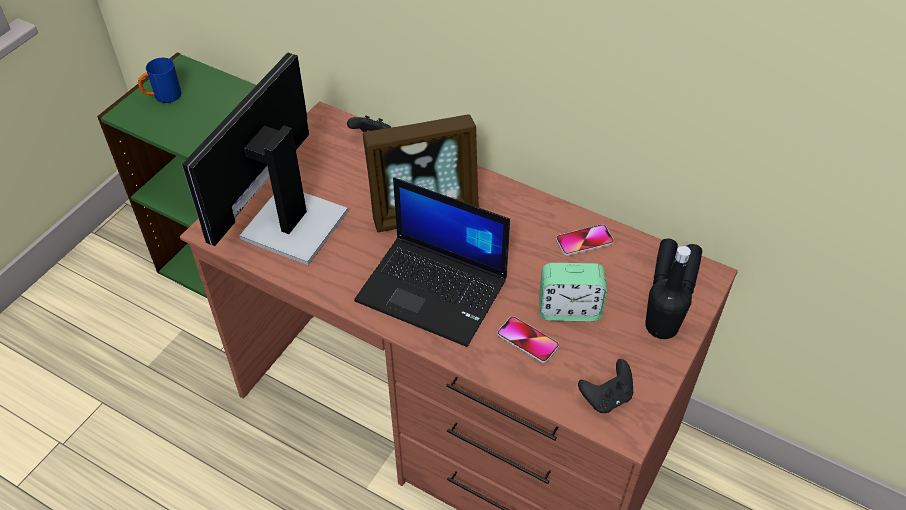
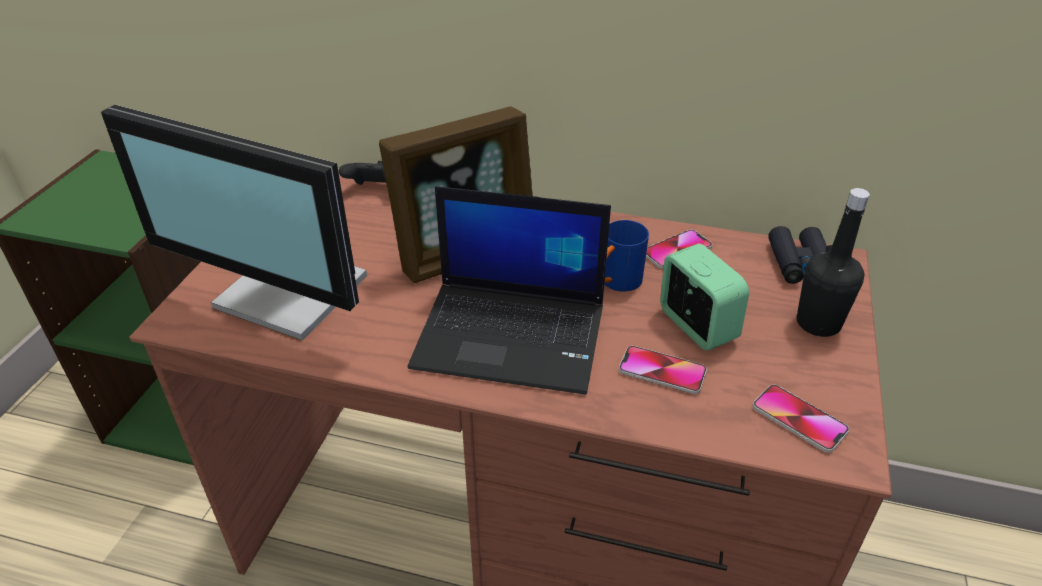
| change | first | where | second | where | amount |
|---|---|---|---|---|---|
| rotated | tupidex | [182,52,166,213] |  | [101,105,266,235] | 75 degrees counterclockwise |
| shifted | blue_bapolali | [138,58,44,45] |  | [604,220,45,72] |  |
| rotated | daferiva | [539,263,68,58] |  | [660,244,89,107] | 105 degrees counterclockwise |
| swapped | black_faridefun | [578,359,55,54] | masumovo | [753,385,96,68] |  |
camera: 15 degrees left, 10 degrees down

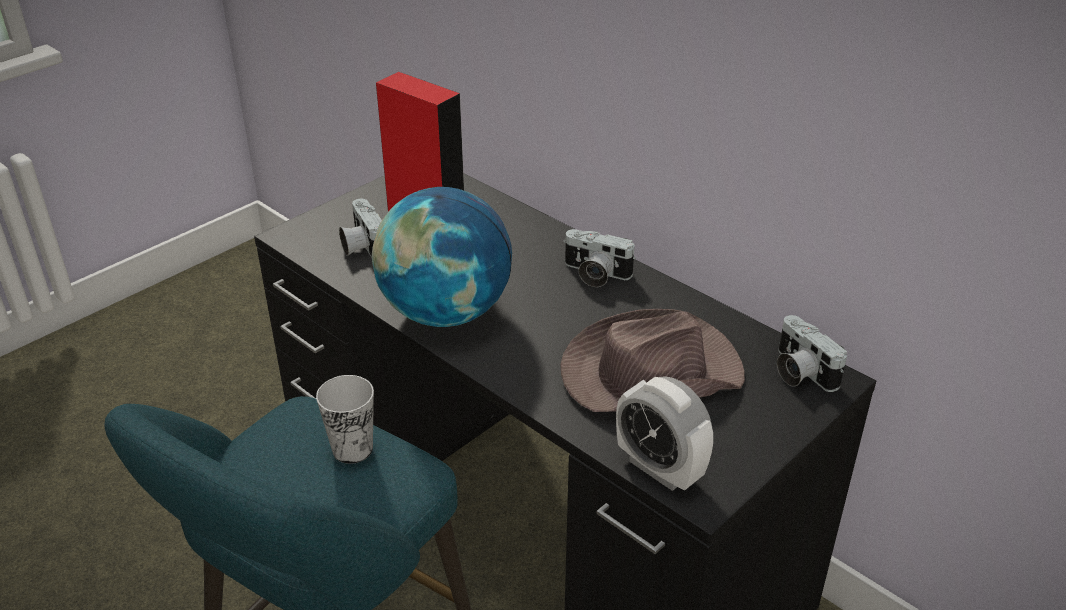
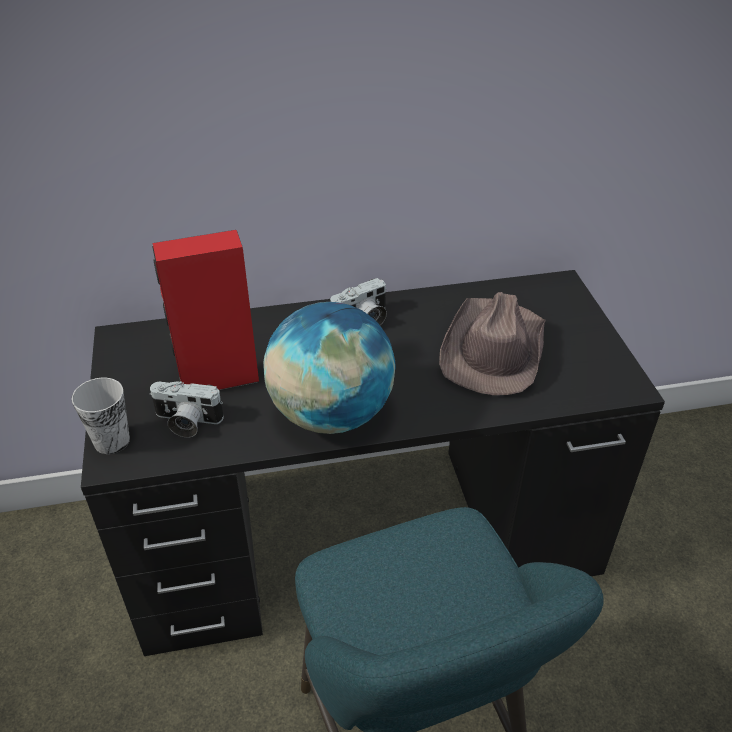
| change | first | where | second | where | amount |
|---|---|---|---|---|---|
| gone | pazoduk | [777,315,70,77] |  |  |  |
| shifted | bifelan | [316,375,58,89] |  | [71,378,59,76] |  |
| gone | daferiva | [616,376,97,115] |  |  |  |
camera: 55 degrees left, 5 degrees up

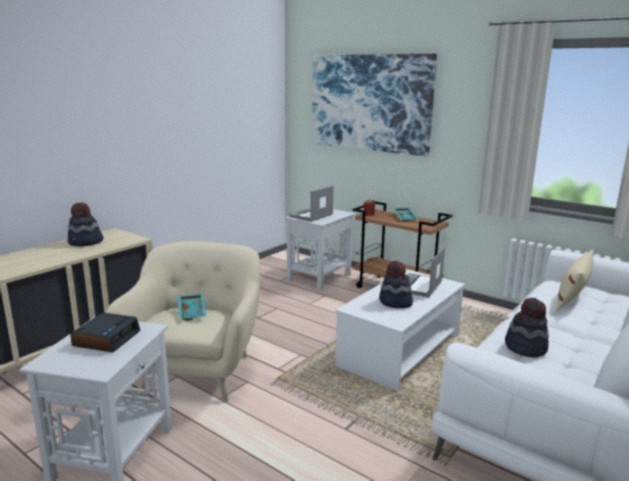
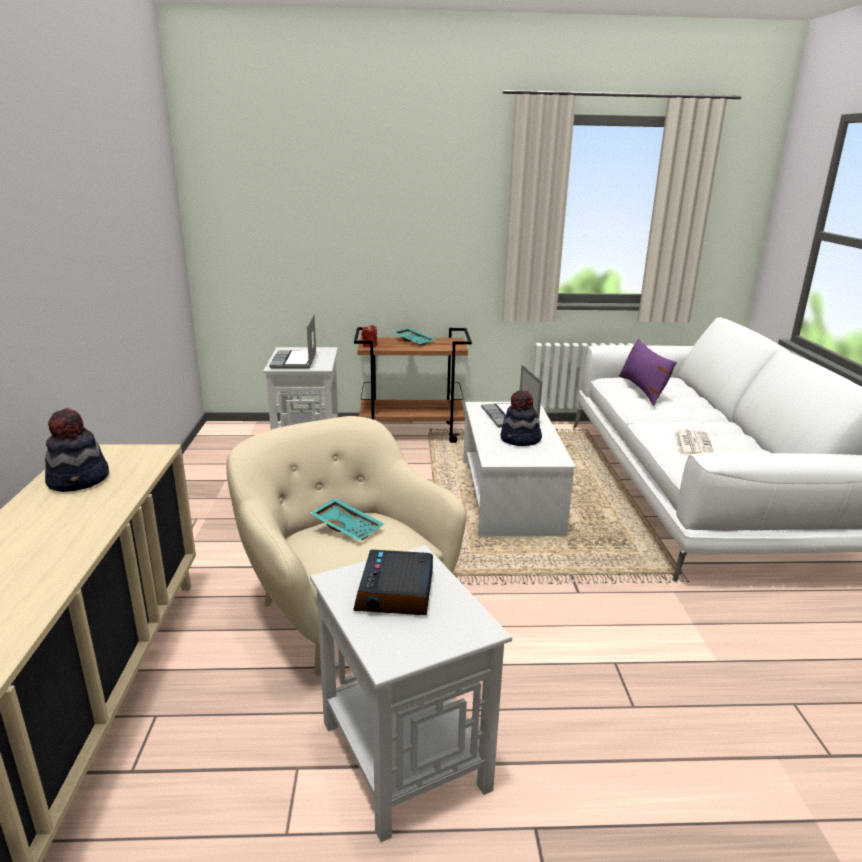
| change | first | where | second | where | amount |
|---|---|---|---|---|---|
| gone | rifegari | [312,54,125,102] |  |  |  |
| repainted | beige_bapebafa | [556,250,38,62] | purple_bapebafa | [619,338,58,68] |  |
| swapped | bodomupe | [505,298,44,60] | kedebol | [675,429,39,27] |  |
| rotated | daferiva | [70,313,70,39] |  | [353,549,80,66] | 150 degrees counterclockwise |
camera: 40 degrees left, 5 degrees up

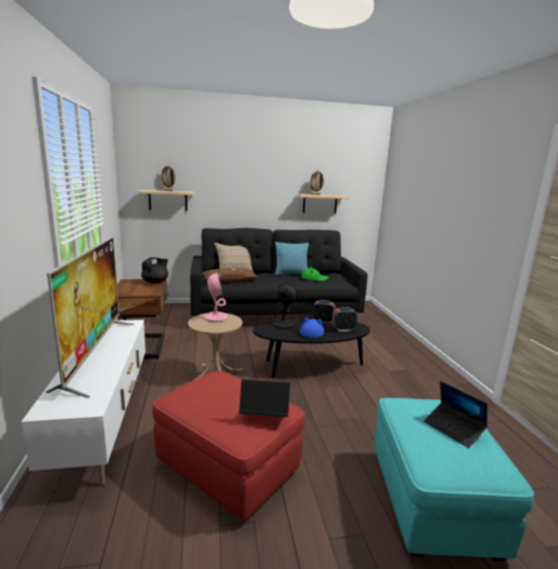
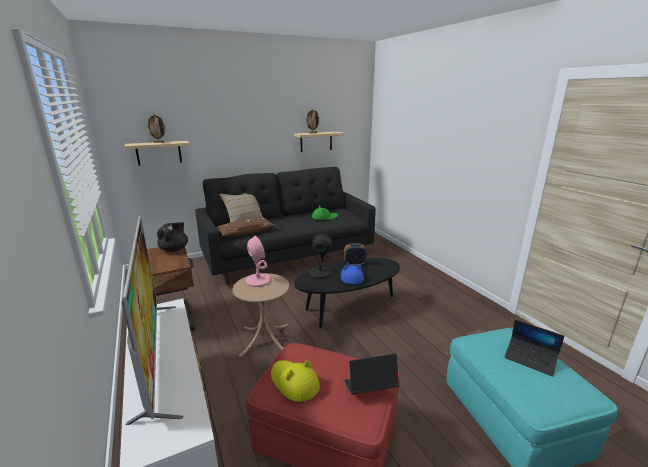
| change | first | where | second | where | amount |
|---|---|---|---|---|---|
| gone | turquoise_bapebafa | [275,242,34,33] |  |  |  |
| gone | daferiva | [332,307,26,25] |  |  |  |
| new |  |  | yellow_bodomupe | [271,360,49,42] |  |
camera: 15 degrees left, 5 degrees up

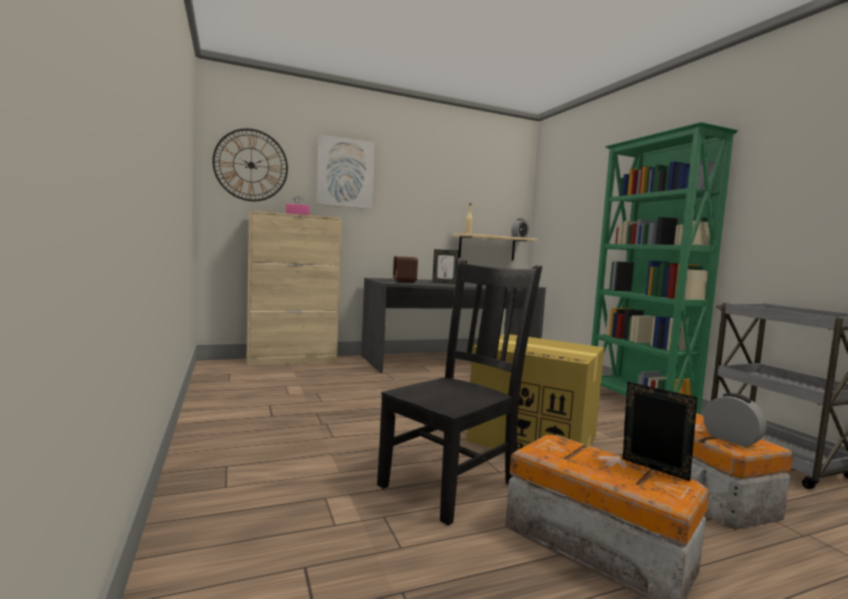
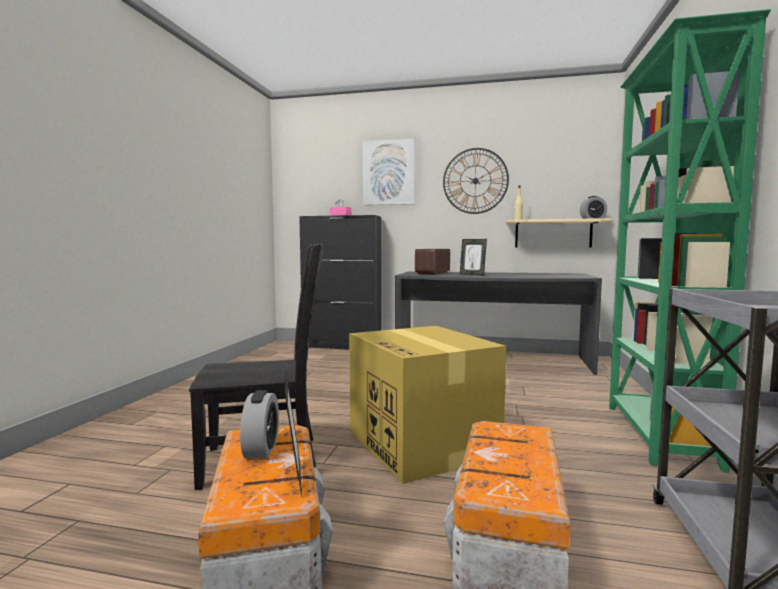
| change | first | where | second | where | amount |
|---|---|---|---|---|---|
| shifted | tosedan | [213,128,75,73] |  | [443,148,66,66] |  |
| repainted | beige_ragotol | [247,210,95,156] | black_ragotol | [299,215,82,135] |  |
| shifted | daferiva | [703,393,64,54] |  | [240,390,39,69] |  |
camera: 35 degrees right, 0 degrees up

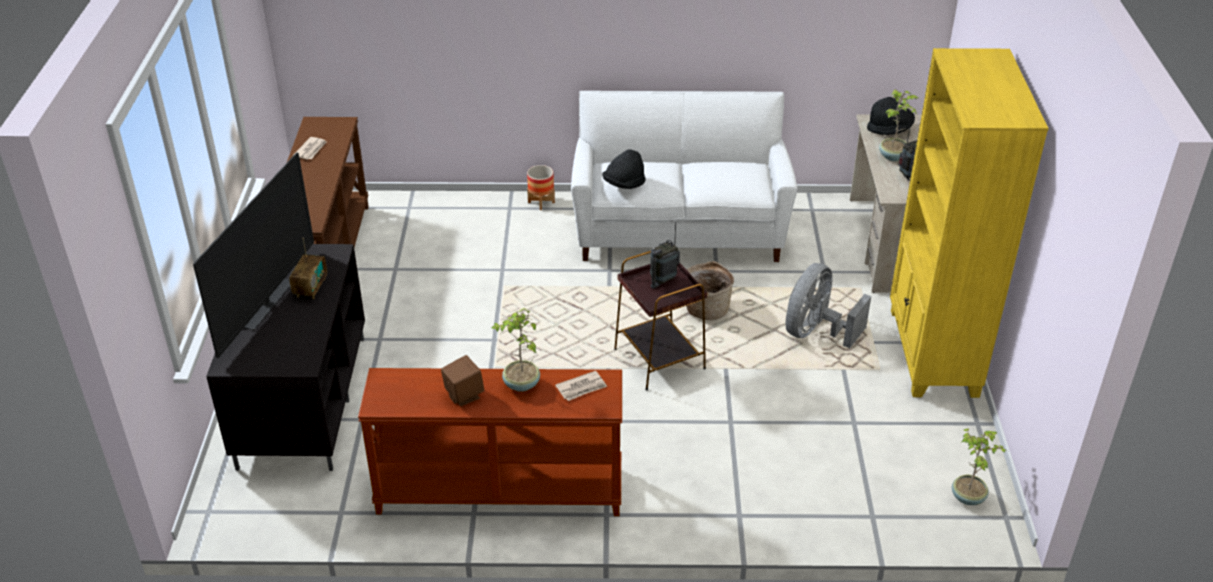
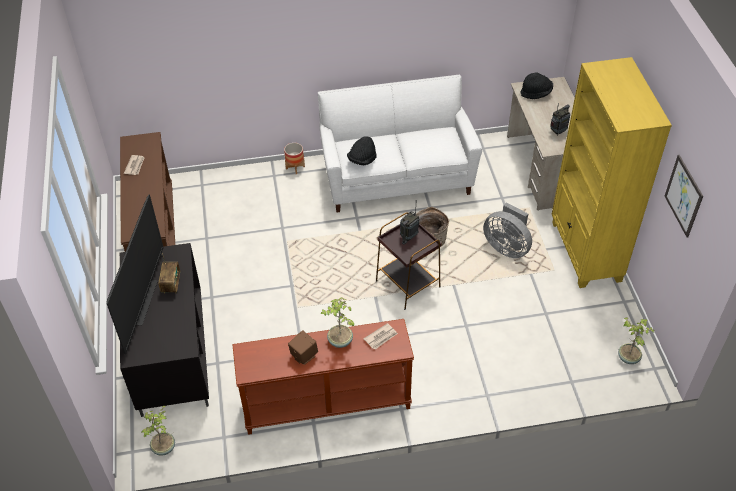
| change | first | where | second | where | amount |
|---|---|---|---|---|---|
| shifted | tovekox | [879,89,39,72] |  | [142,406,33,50] |  |
| rotated | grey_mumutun | [786,263,85,85] |  | [483,202,49,56] | 75 degrees counterclockwise |
| new |  |  | rifegari | [665,155,38,83] |  |
camera: 10 degrees left, 10 degrees up

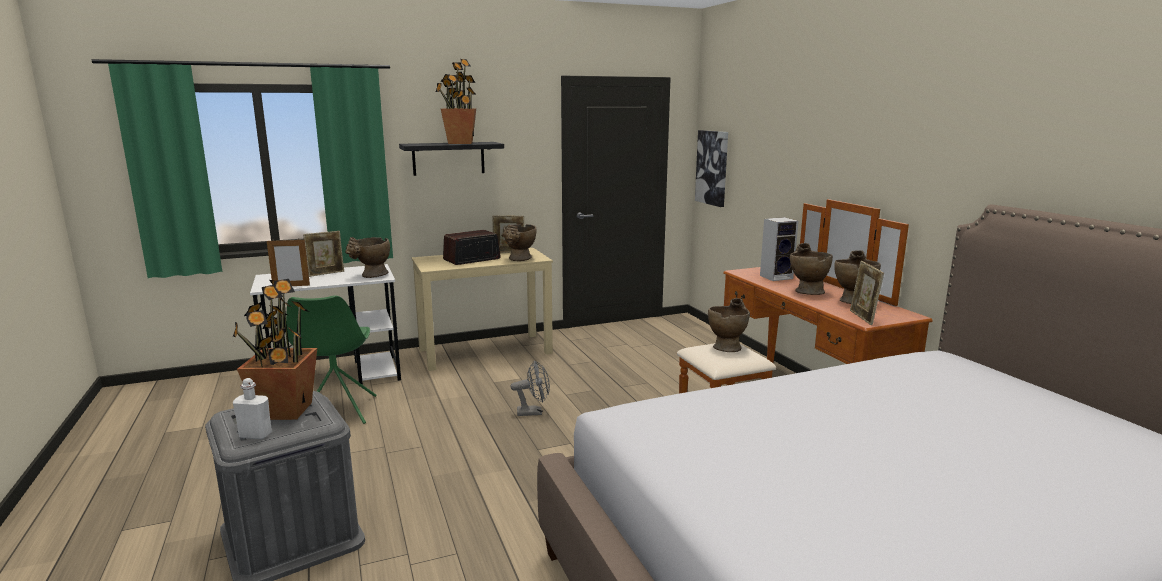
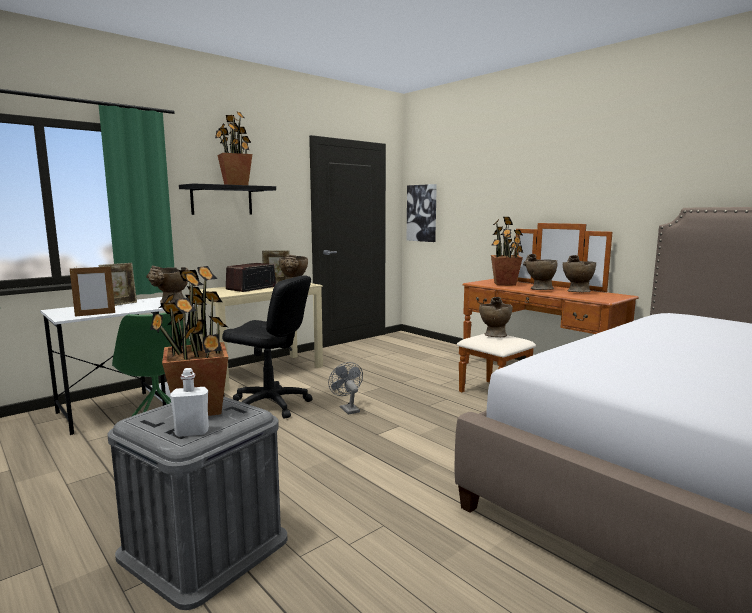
| change | first | where | second | where | amount |
|---|---|---|---|---|---|
| swapped | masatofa | [760,217,38,64] | tovekox | [491,217,32,69] |  |
| gone | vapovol | [850,261,34,64] |  |  |  |
| rotated | grey_mumutun | [510,360,40,56] |  | [328,362,35,53] | 90 degrees counterclockwise |
| new |  |  | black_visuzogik | [222,275,91,144] |  |
camera: 20 degrees left, 5 degrees down

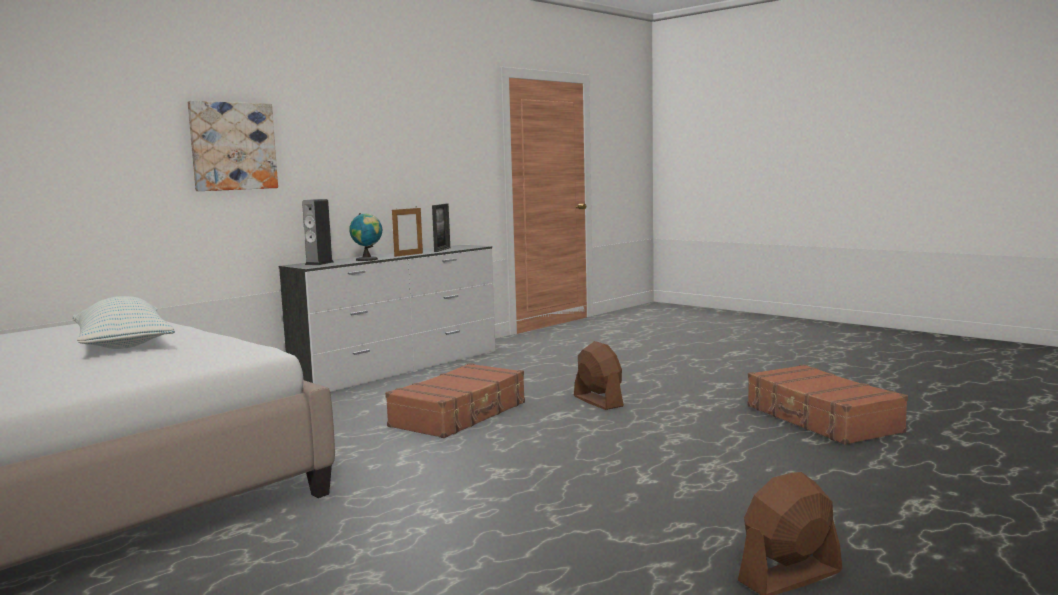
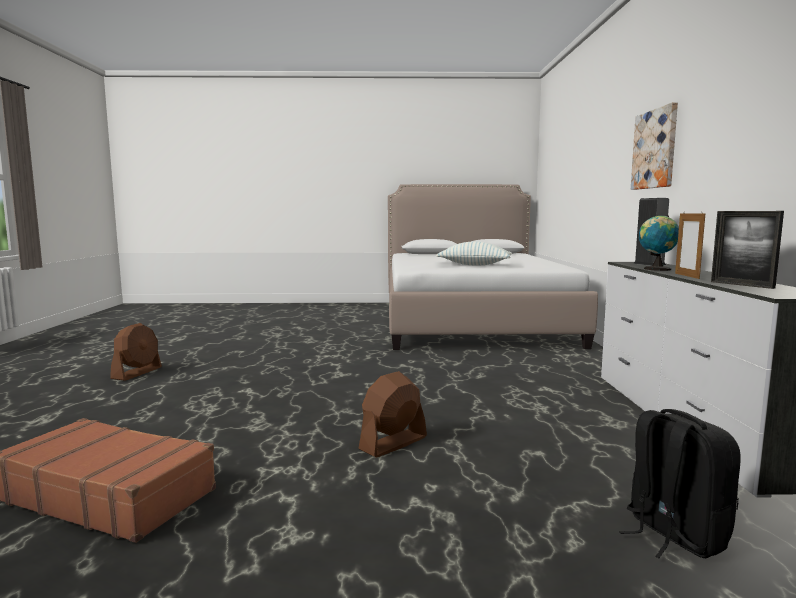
| change | first | where | second | where | amount |
|---|---|---|---|---|---|
| rotated | brown_mumutun | [574,341,50,69] |  | [358,371,69,86] | 120 degrees clockwise |
| gone | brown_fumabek | [385,363,140,75] |  |  |  |
| new |  |  | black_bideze | [619,409,122,149] |  |
camera: 135 degrees right, 0 degrees up

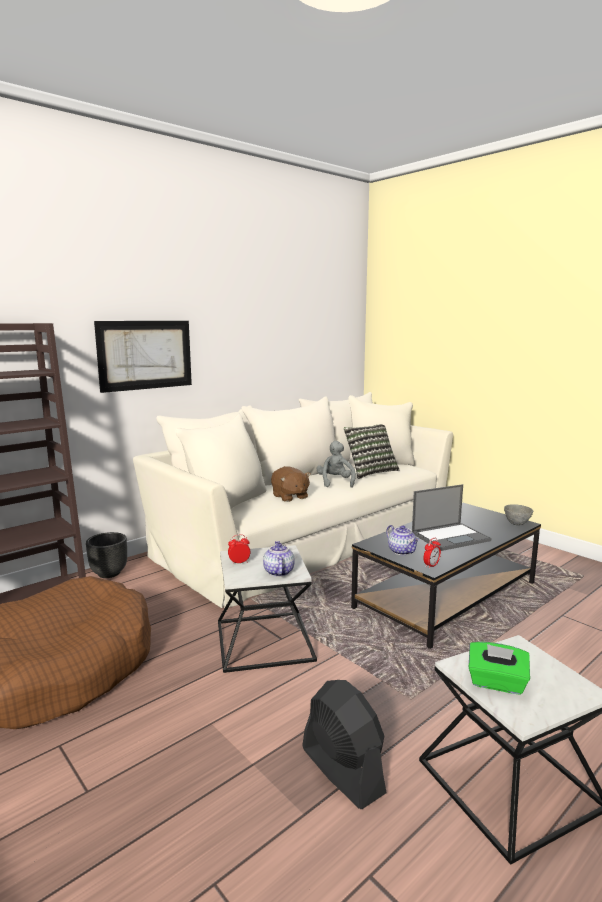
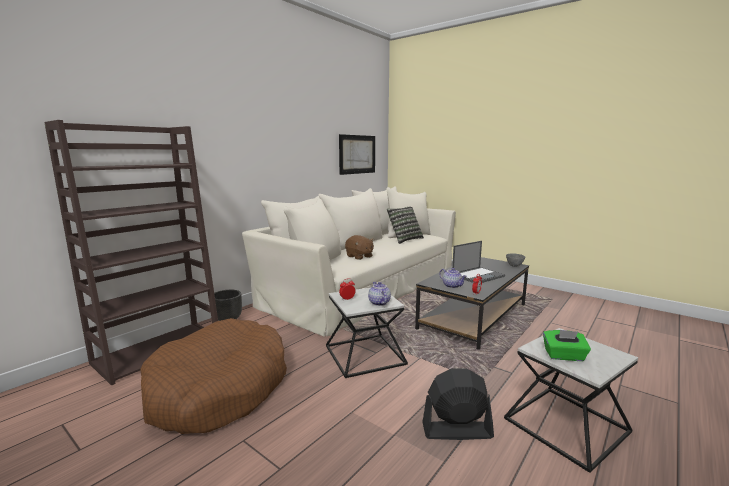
| change | first | where | second | where | amount |
|---|---|---|---|---|---|
| shifted | rifegari | [94,321,98,72] |  | [339,134,36,41] |  |
| gone | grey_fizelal | [317,441,39,47] |  |  |  |
| rotated | black_mumutun | [302,680,84,129] |  | [422,369,72,71] | 45 degrees counterclockwise |
camera: 10 degrees left, 0 degrees up

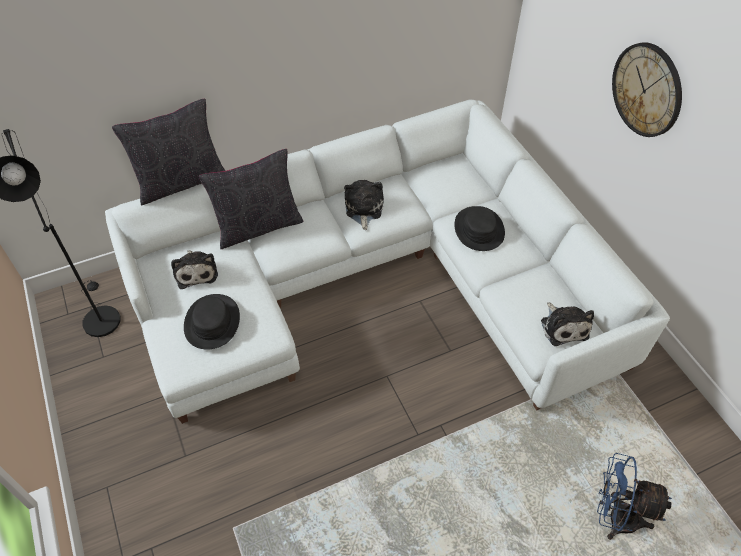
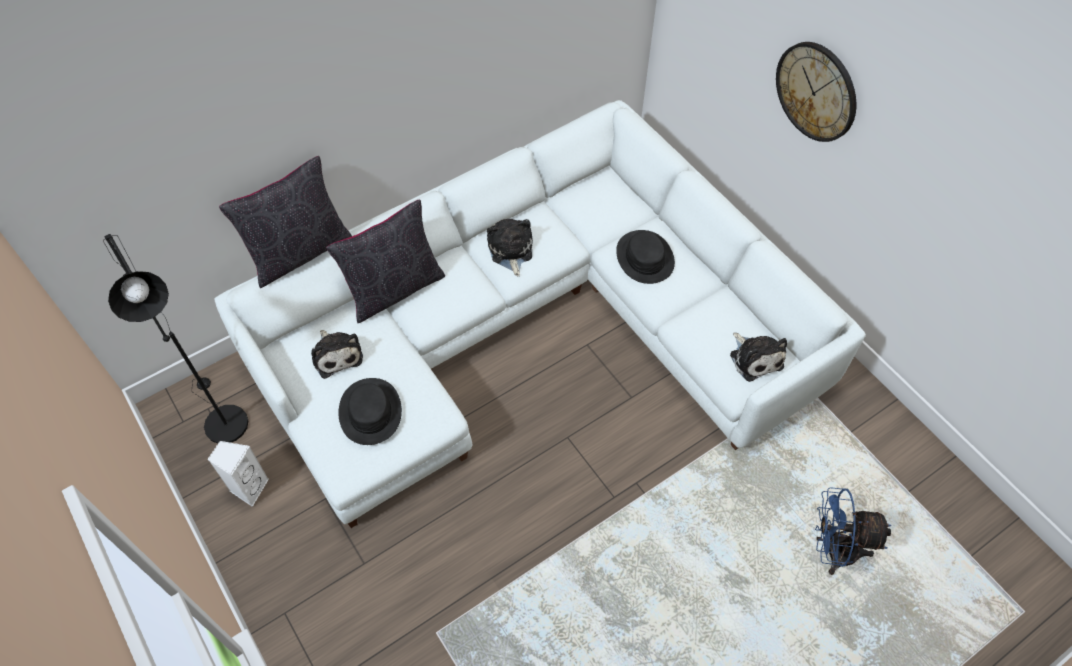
| change | first | where | second | where | amount |
|---|---|---|---|---|---|
| new |  |  | white_masatofa | [207,441,62,66] |  |
camera: 10 degrees left, 5 degrees up

